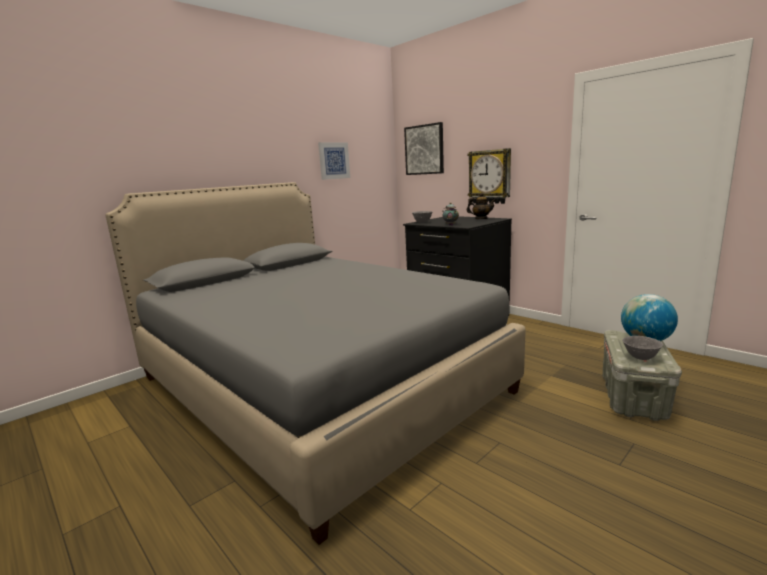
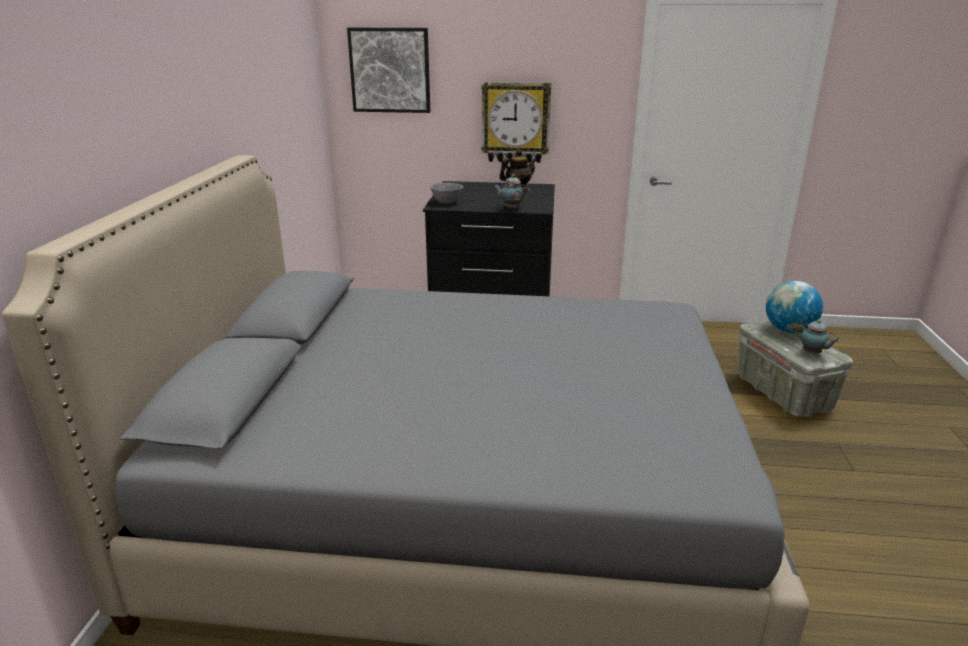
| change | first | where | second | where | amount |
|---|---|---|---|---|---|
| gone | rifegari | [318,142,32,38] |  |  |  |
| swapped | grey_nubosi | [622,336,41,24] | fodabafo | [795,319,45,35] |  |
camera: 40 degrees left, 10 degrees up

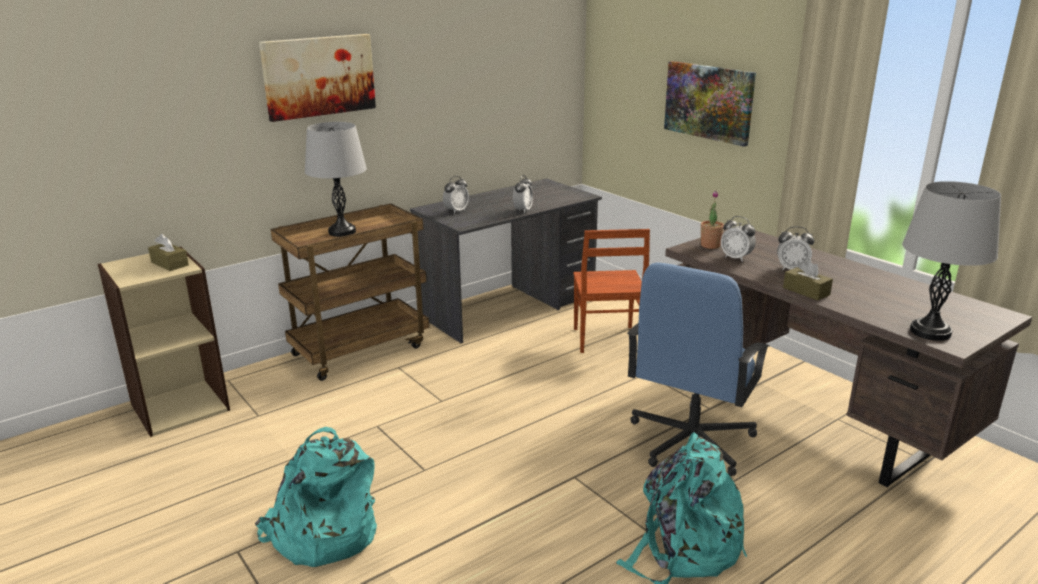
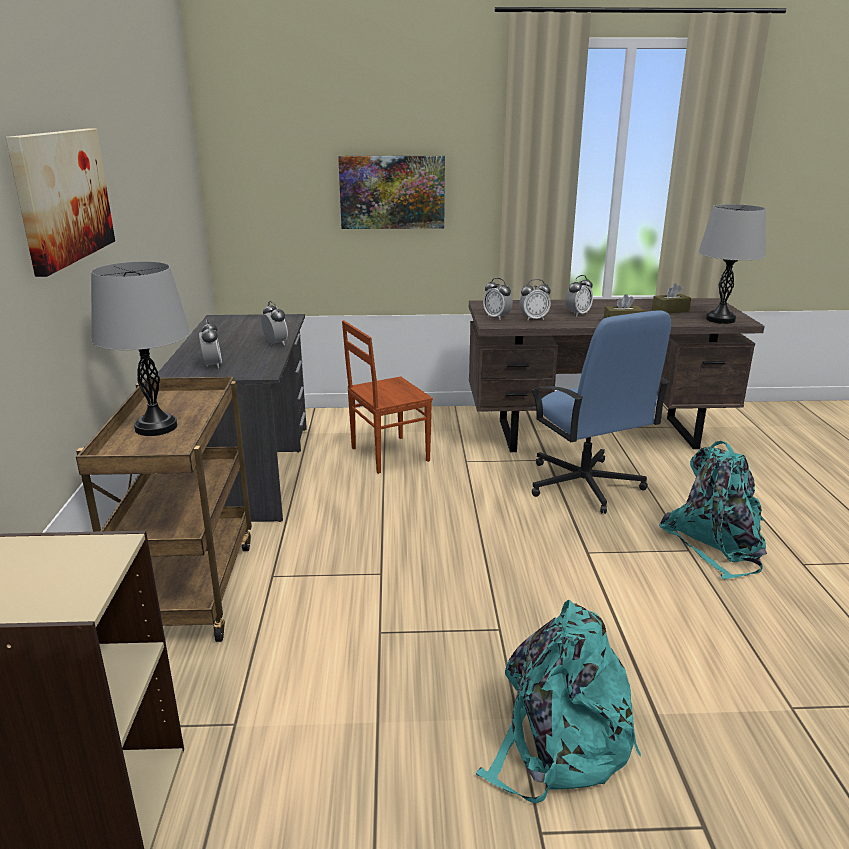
| change | first | where | second | where | amount |
|---|---|---|---|---|---|
| swapped | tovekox | [701,191,23,58] | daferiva | [483,278,30,41] |  |
| rotated | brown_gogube | [573,229,77,124] |  | [342,320,91,154] | 120 degrees clockwise |
| shifted | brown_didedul | [148,234,41,37] |  | [652,284,39,29] |  |
camera: 55 degrees left, 0 degrees up

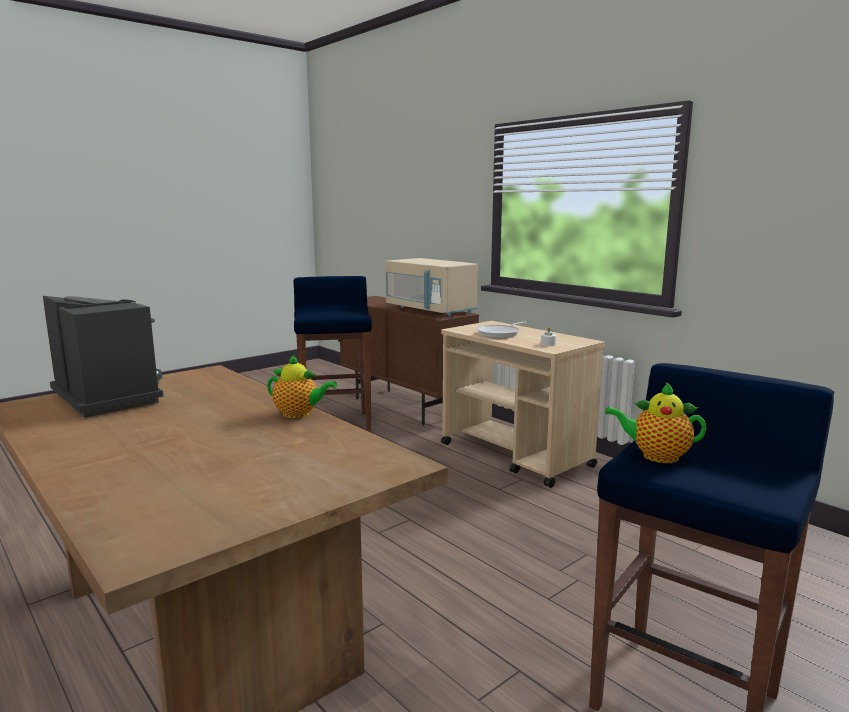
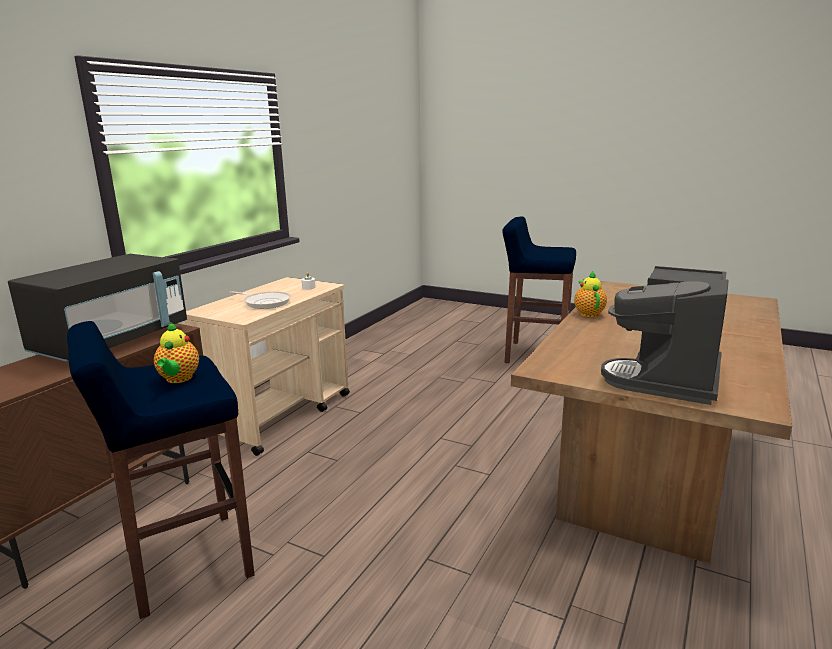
| change | first | where | second | where | amount |
|---|---|---|---|---|---|
| repainted | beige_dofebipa | [385,258,92,59] | black_dofebipa | [8,254,179,108] |  |
| shifted | fodabafo | [605,382,102,81] |  | [154,322,45,61] |  |
camera: 110 degrees left, 5 degrees up

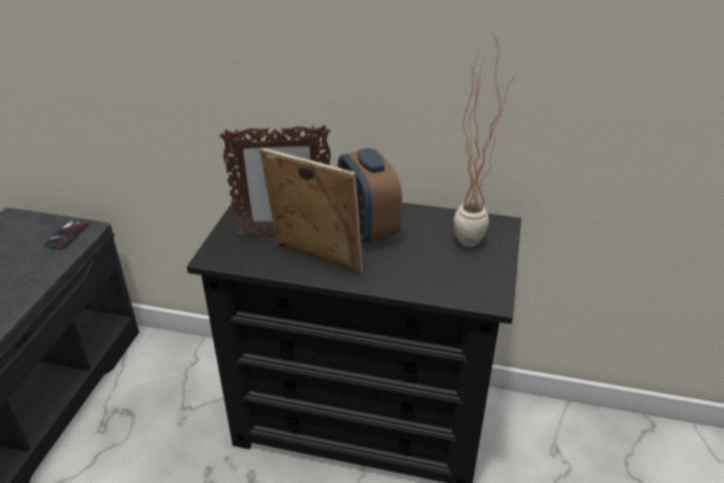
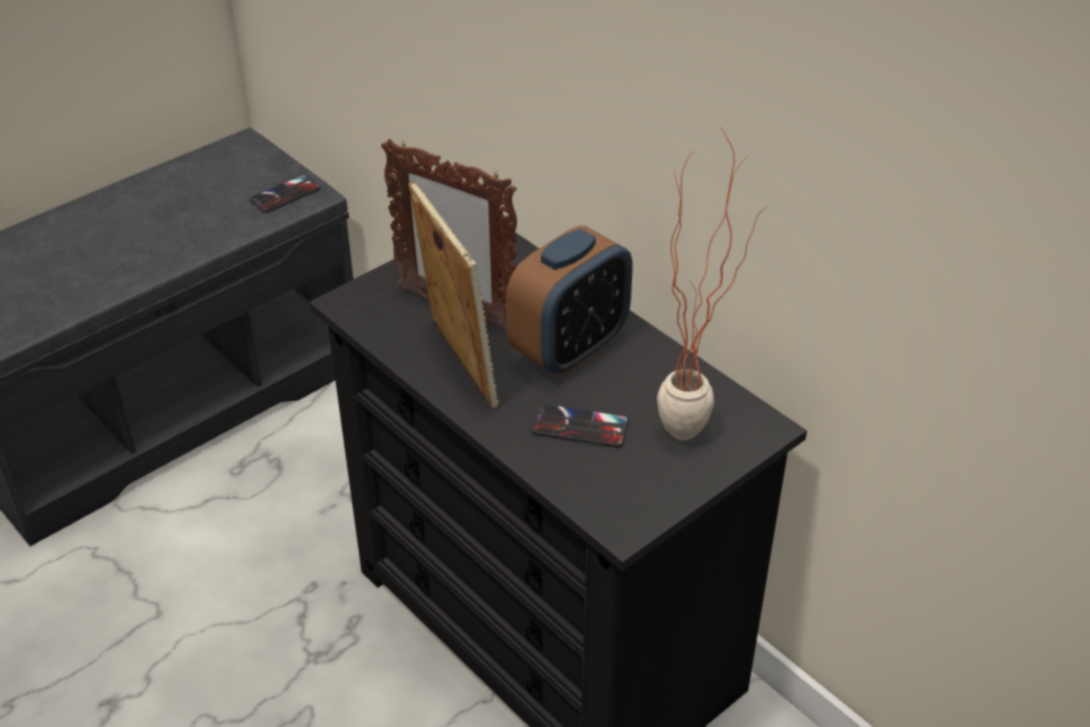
| change | first | where | second | where | amount |
|---|---|---|---|---|---|
| rotated | daferiva | [338,148,64,96] |  | [506,225,127,150] | 150 degrees counterclockwise |
| new |  |  | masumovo | [531,403,98,45] |  |
camera: 35 degrees right, 5 degrees up

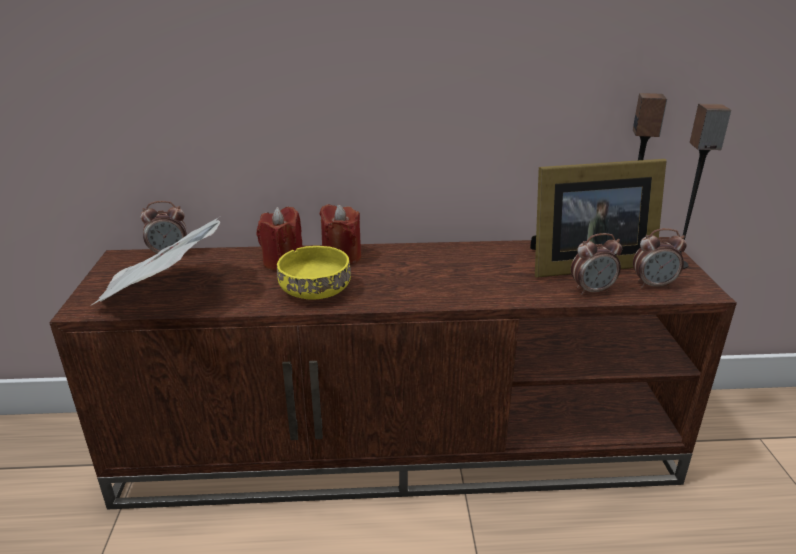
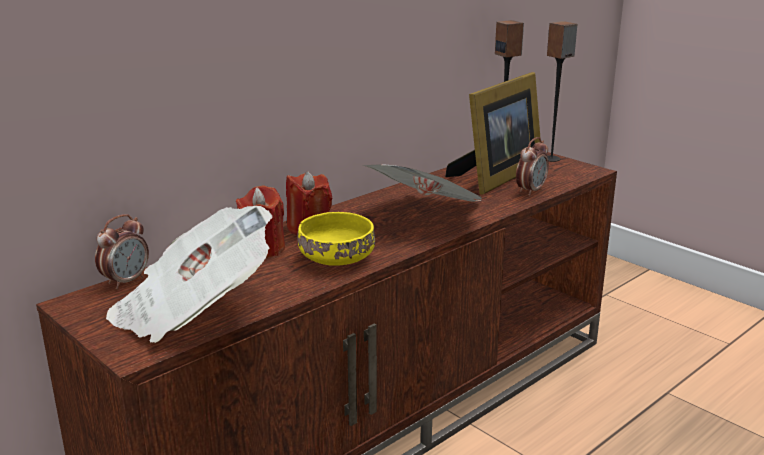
| change | first | where | second | where | amount |
|---|---|---|---|---|---|
| gone | daferiva | [633,228,54,60] |  |  |  |
| new |  |  | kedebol | [362,165,121,36] |  |
camera: 40 degrees left, 5 degrees down

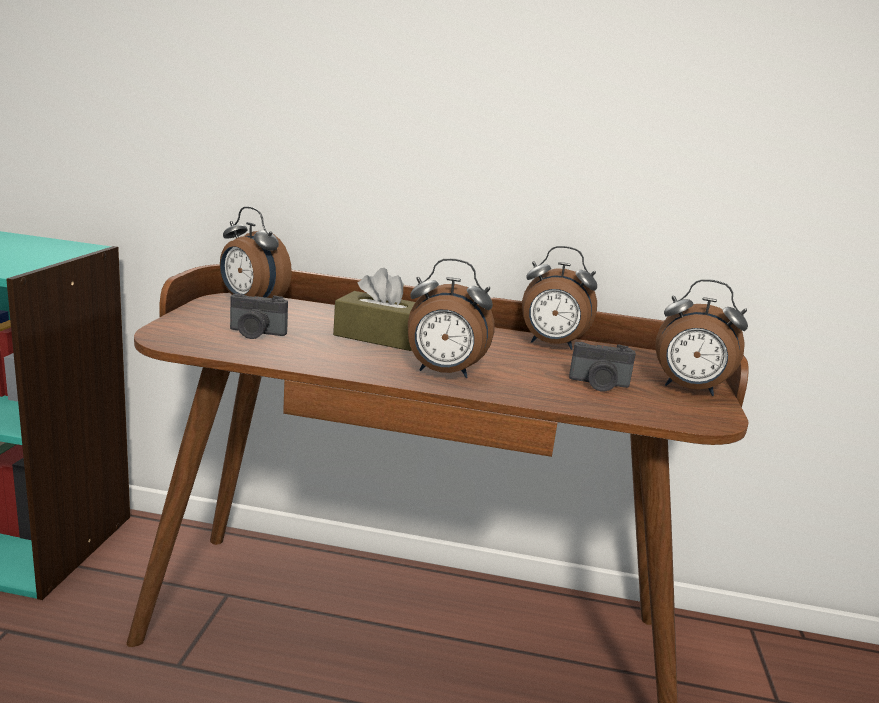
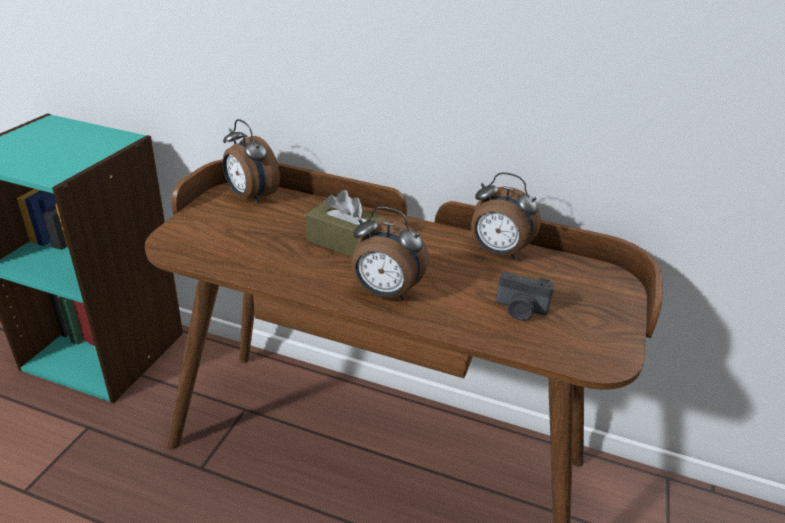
| change | first | where | second | where | amount |
|---|---|---|---|---|---|
| gone | daferiva | [655,279,93,117] |  |  |  |
| gone | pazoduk | [230,293,58,46] |  |  |  |
camera: 10 degrees right, 15 degrees up

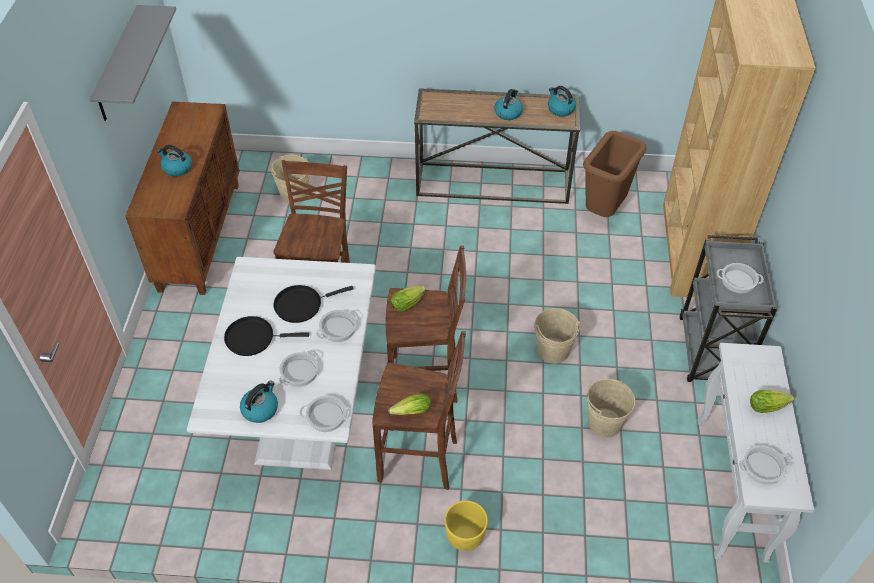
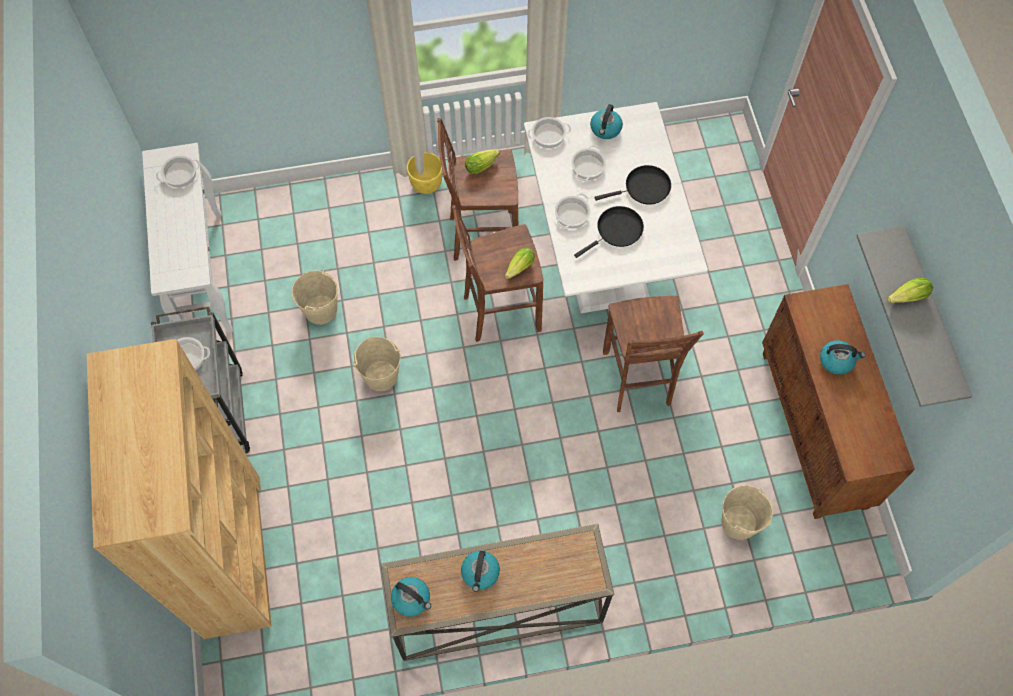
| change | first | where | second | where | amount |
|---|---|---|---|---|---|
| gone | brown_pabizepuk | [583,131,63,86] |  |  |  |
| shifted | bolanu | [750,390,44,23] |  | [887,277,46,26] |  |
camera: 165 degrees right, 15 degrees up

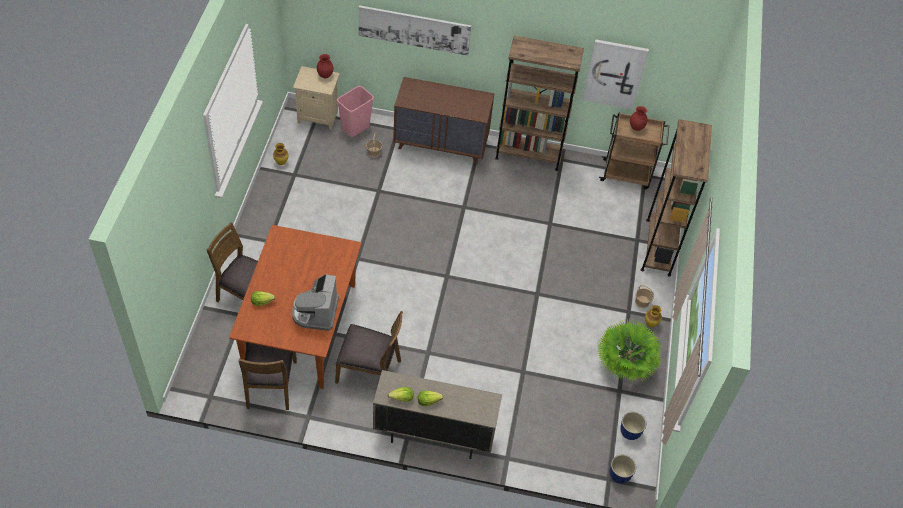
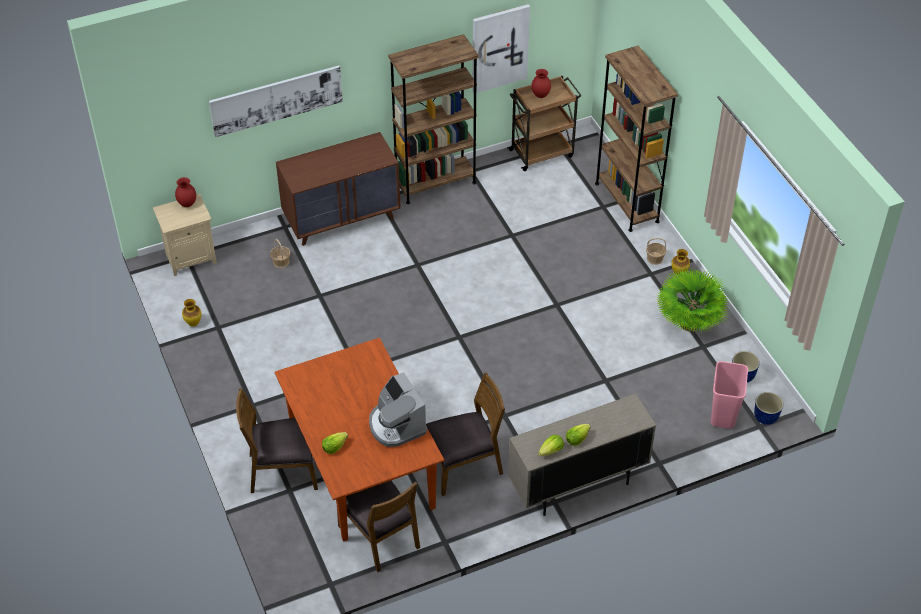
| change | first | where | second | where | amount |
|---|---|---|---|---|---|
| shifted | pink_pabizepuk | [337,86,37,51] |  | [711,361,37,68] |  |
camera: 30 degrees left, 5 degrees down

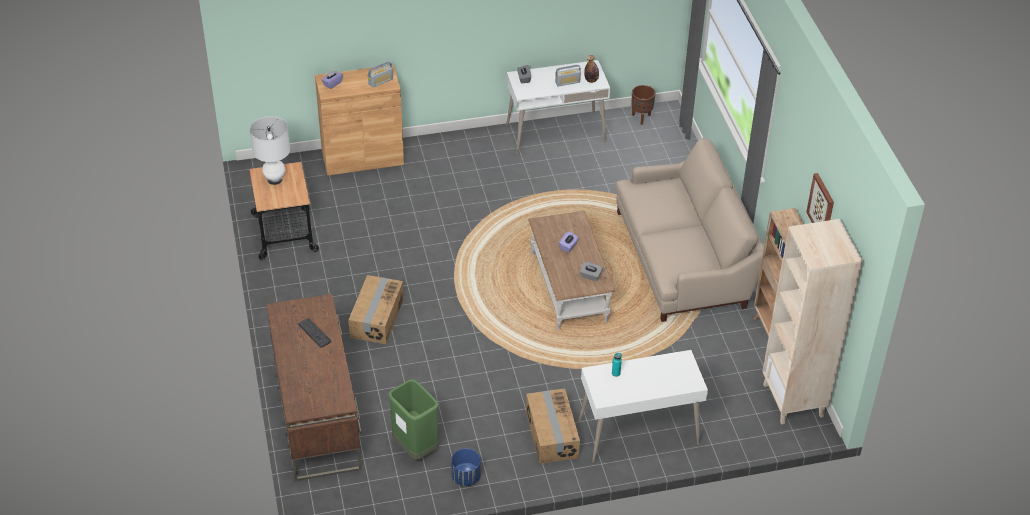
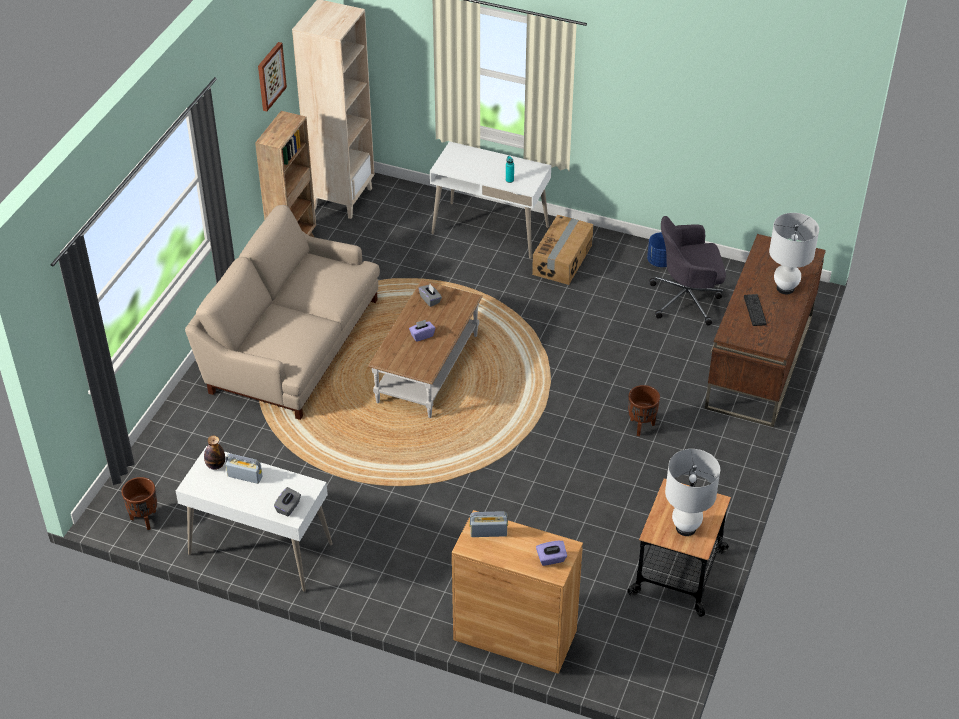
| change | first | where | second | where | amount |
|---|---|---|---|---|---|
| swapped | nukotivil | [348,275,56,69] | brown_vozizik | [628,385,32,51] |  |
| swapped | green_pabizepuk | [388,379,51,81] | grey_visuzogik | [649,216,77,109] |  |
| new |  |  | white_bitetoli | [769,213,50,81] |  |
camera: 145 degrees left, 0 degrees up

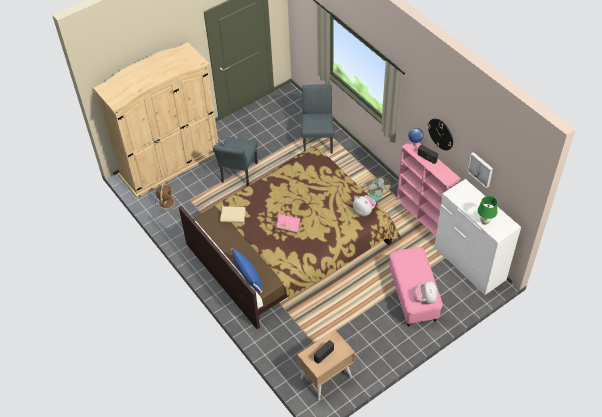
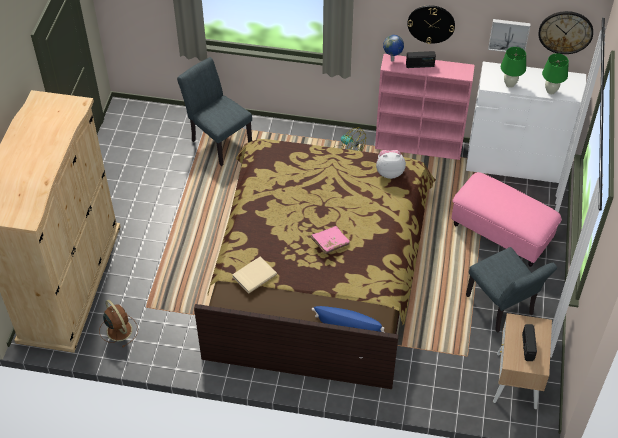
| change | first | where | second | where | amount |
|---|---|---|---|---|---|
| shifted | grey_gogube | [213,137,45,49] |  | [466,247,91,86] |  |
| gone | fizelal | [414,281,23,23] |  |  |  |
| new |  |  | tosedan | [539,11,54,43] |  |
| new |  |  | green_bitetoli | [501,47,25,41] |  |
camera: 45 degrees left, 0 degrees up

